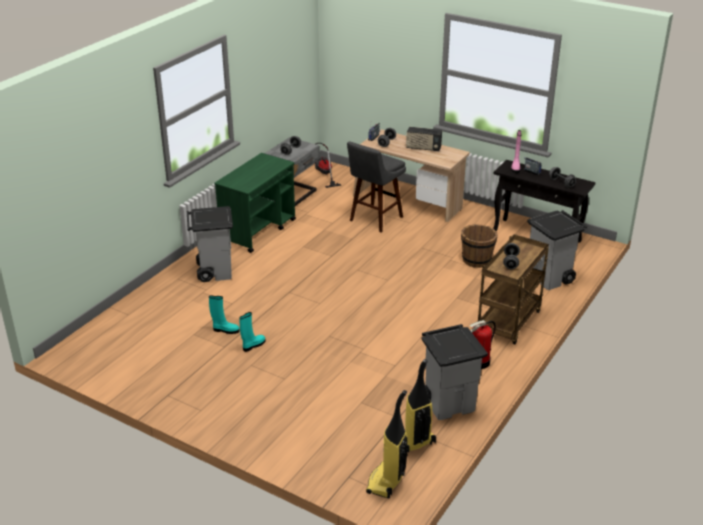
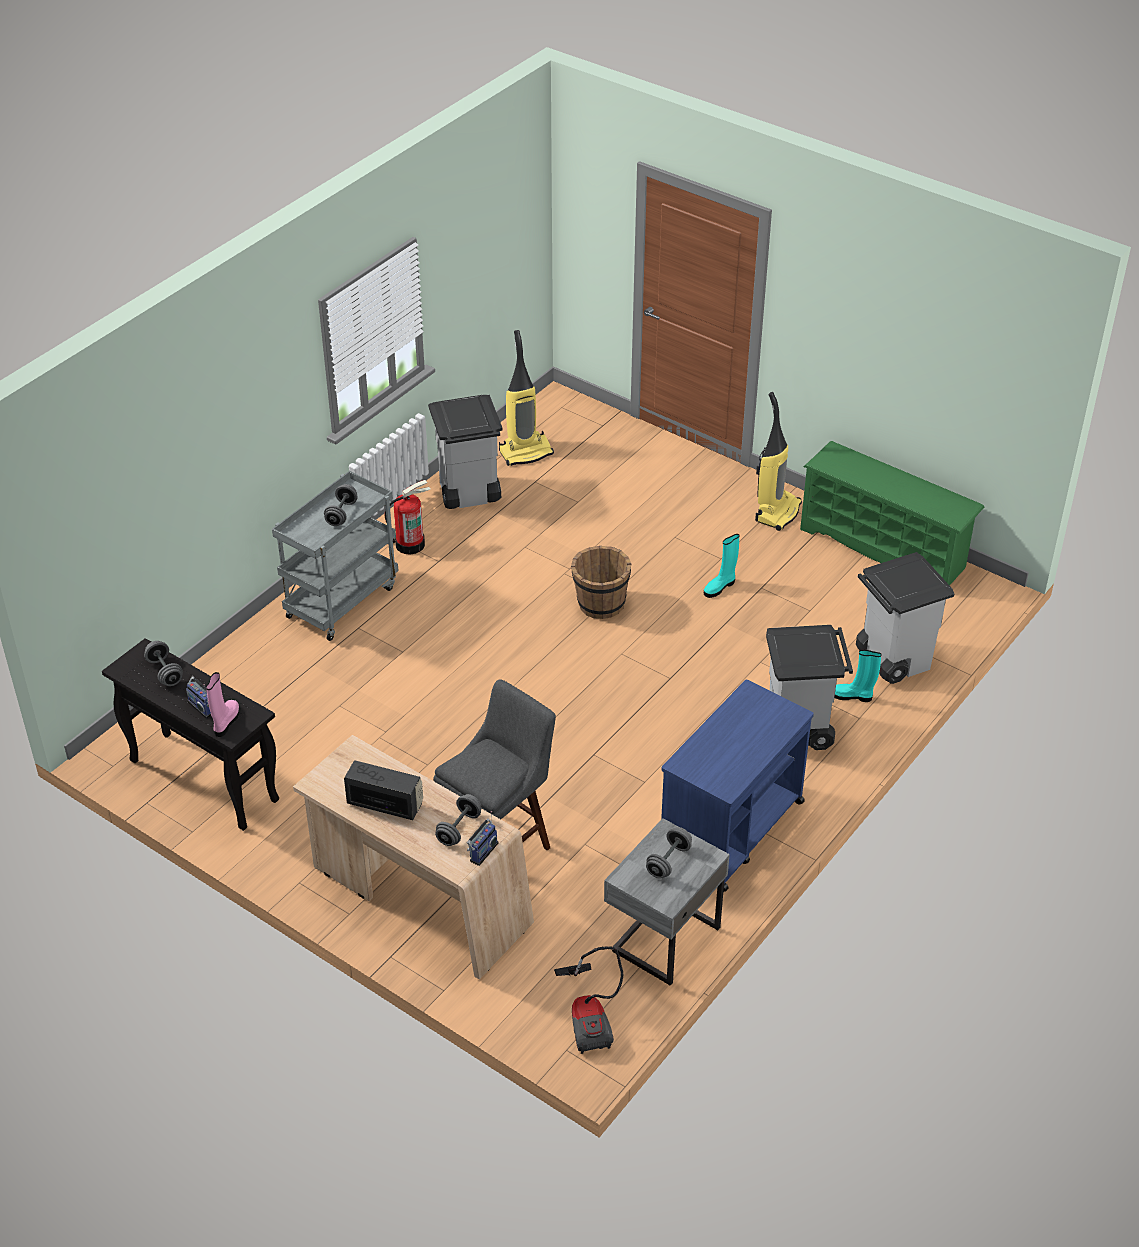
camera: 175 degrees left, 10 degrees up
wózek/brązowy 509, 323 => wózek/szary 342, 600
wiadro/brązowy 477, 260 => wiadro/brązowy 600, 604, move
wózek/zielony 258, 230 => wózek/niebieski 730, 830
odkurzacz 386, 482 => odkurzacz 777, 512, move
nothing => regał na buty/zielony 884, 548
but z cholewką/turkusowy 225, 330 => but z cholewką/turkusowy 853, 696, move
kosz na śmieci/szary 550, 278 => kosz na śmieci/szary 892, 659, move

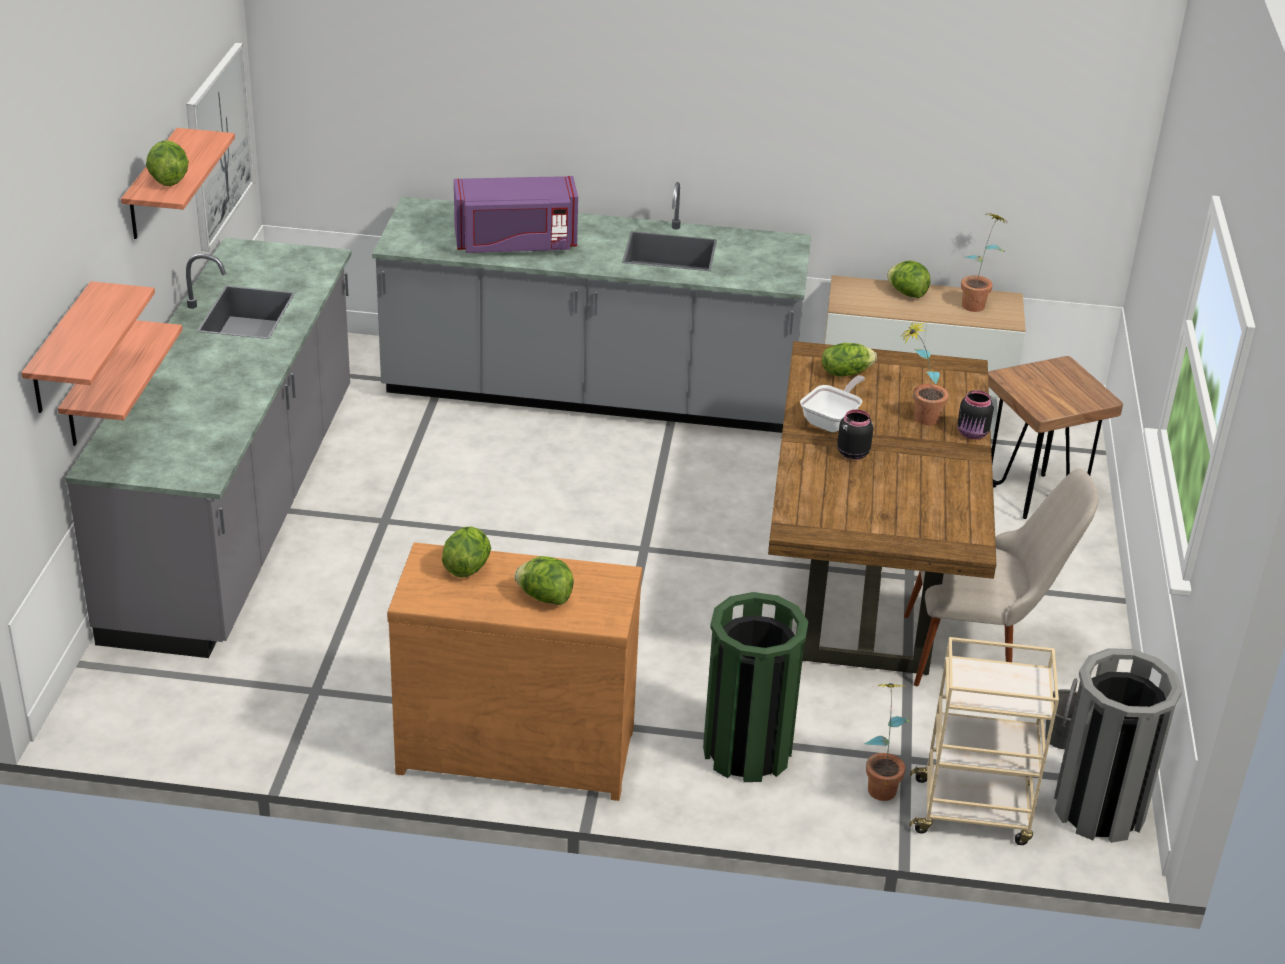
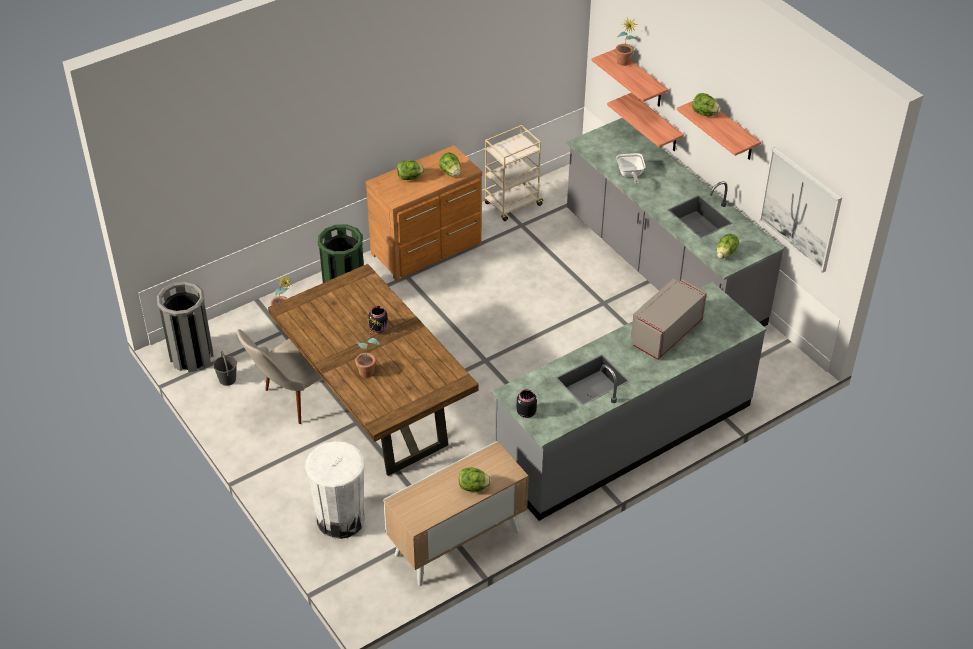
camera: 140 degrees right, 10 degrees up
stołek/brązowy 1033, 496 => kosz na śmieci/biały 340, 519
wózek/beżowy 973, 812 => wózek/beżowy 512, 205, move
słoik/czarny 973, 434 => słoik/czarny 525, 412, move
roślina doniczkowa 977, 303 => roślina doniczkowa 624, 64, move
patelnia 832, 421 => patelnia 630, 174, move
mikrofalówka/fioletowy 515, 243 => mikrofalówka/szary 665, 332
sałata 845, 372 => sałata 726, 253, move

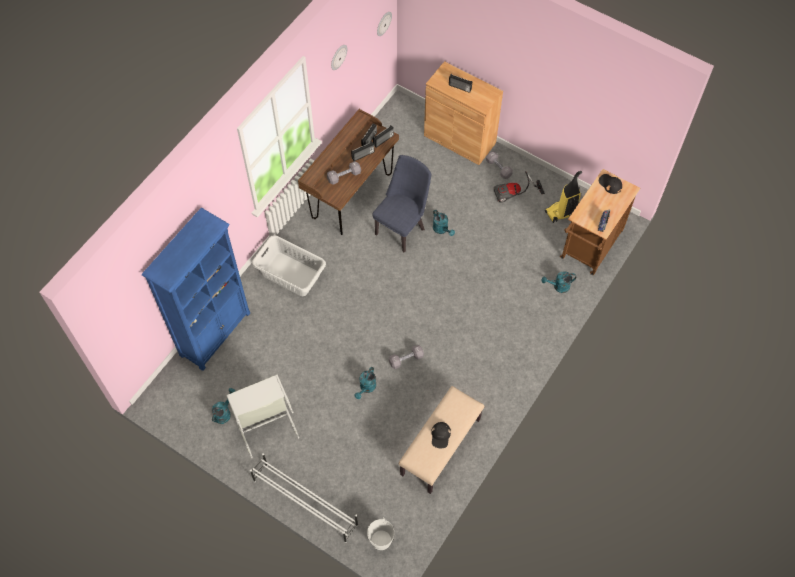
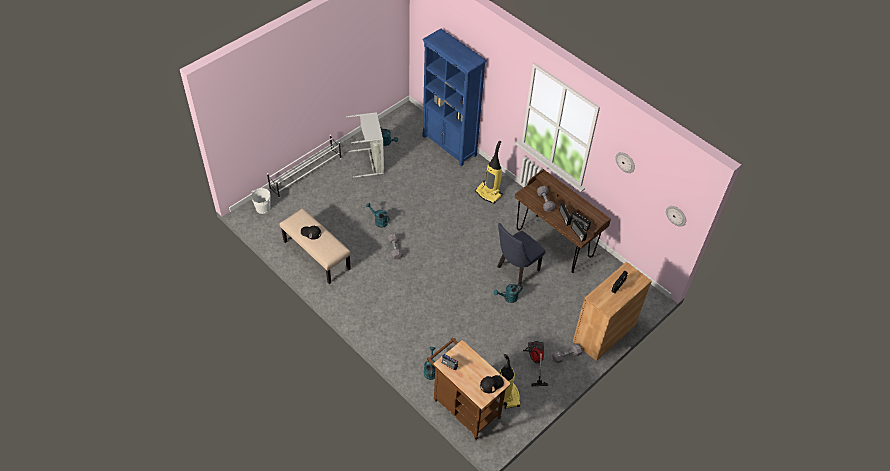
camera: 100 degrees right, 10 degrees down
kosz na pranie/szary 291, 274 => odkurzacz 489, 193
krzesło/niebieski 402, 228 => krzesło/niebieski 516, 270, 90 degrees clockwise

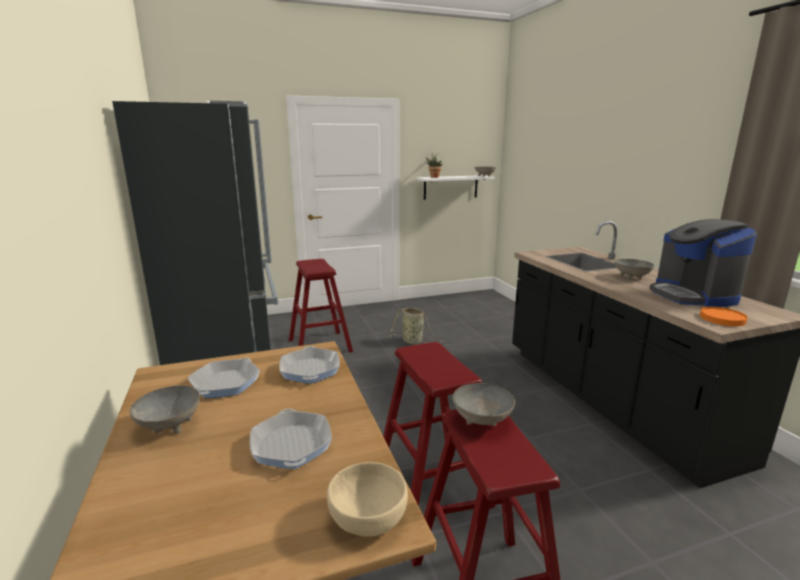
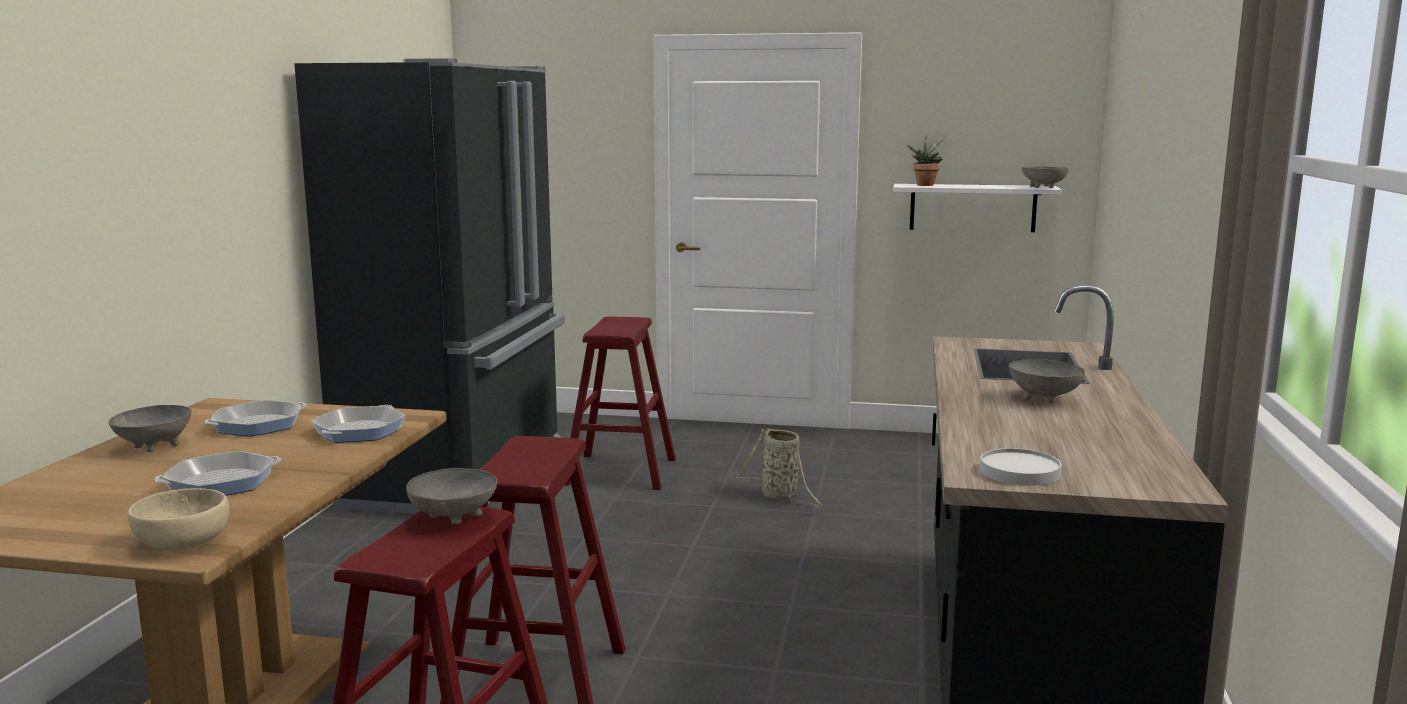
camera: 30 degrees right, 5 degrees down
patelnia 291, 445 => patelnia 221, 483, 135 degrees counterclockwise
talerz/pomarańczowy 722, 319 => talerz/biały 1019, 472
ekspres do kawy 692, 295 => nothing

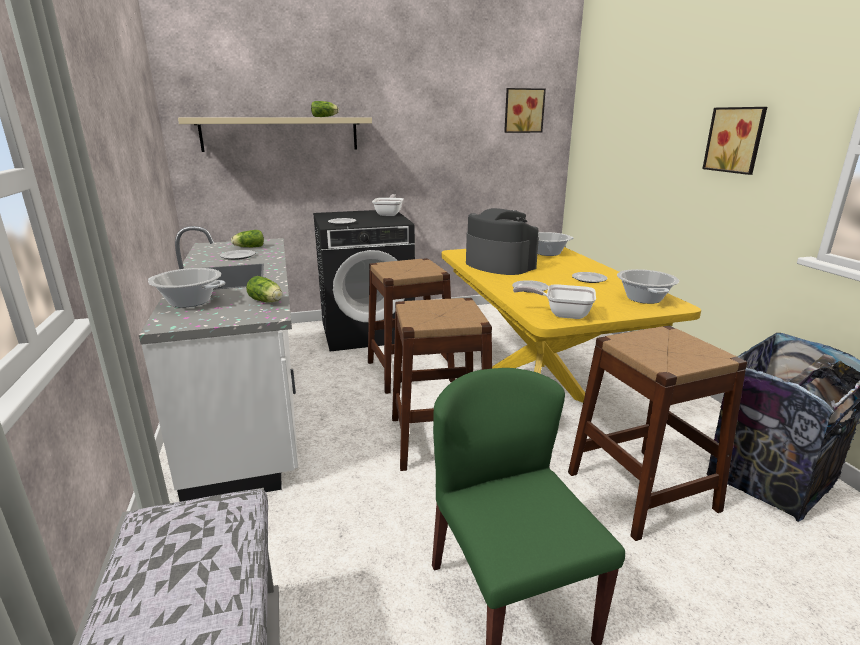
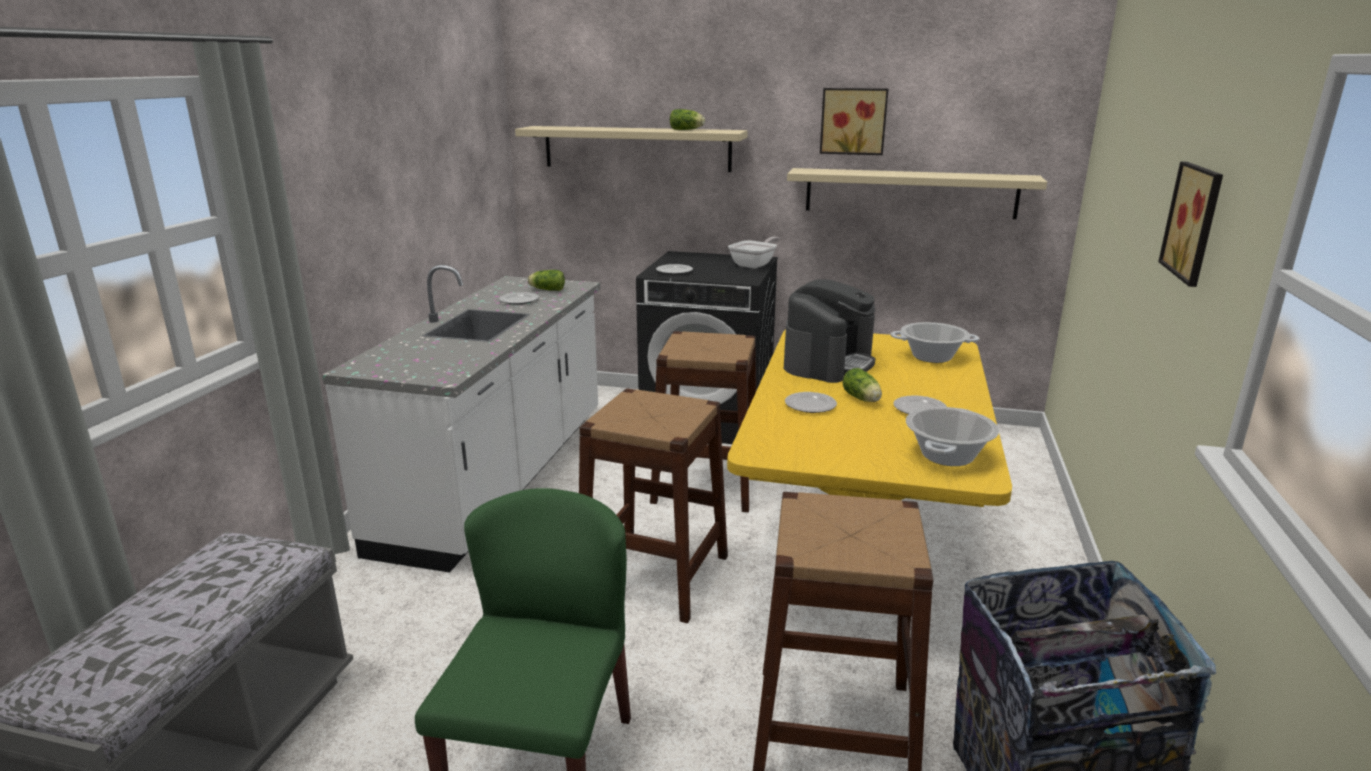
camera: 30 degrees right, 0 degrees up
ekspres do kawy 499, 265 => ekspres do kawy 828, 363, 45 degrees clockwise
nothing => półka/beżowy 910, 193
obraz 523, 110 => obraz 853, 121, move
sałata 267, 301 => sałata 862, 399, move
garnek 189, 302 => nothing
patelnia 562, 314 => nothing

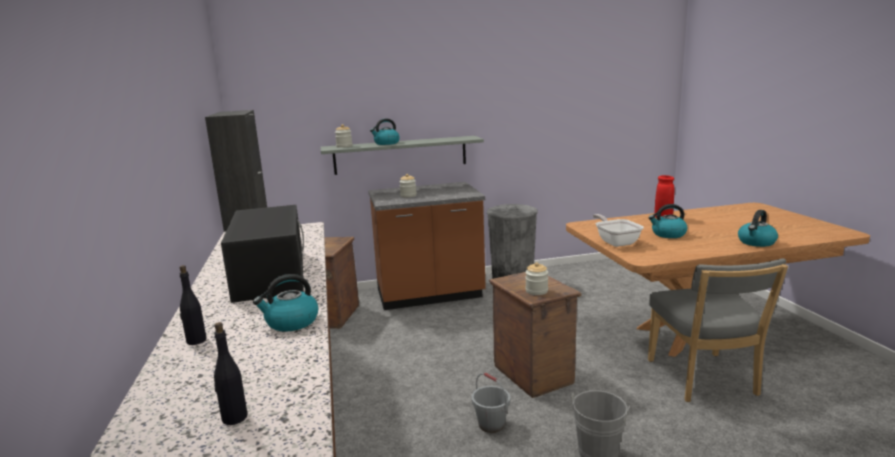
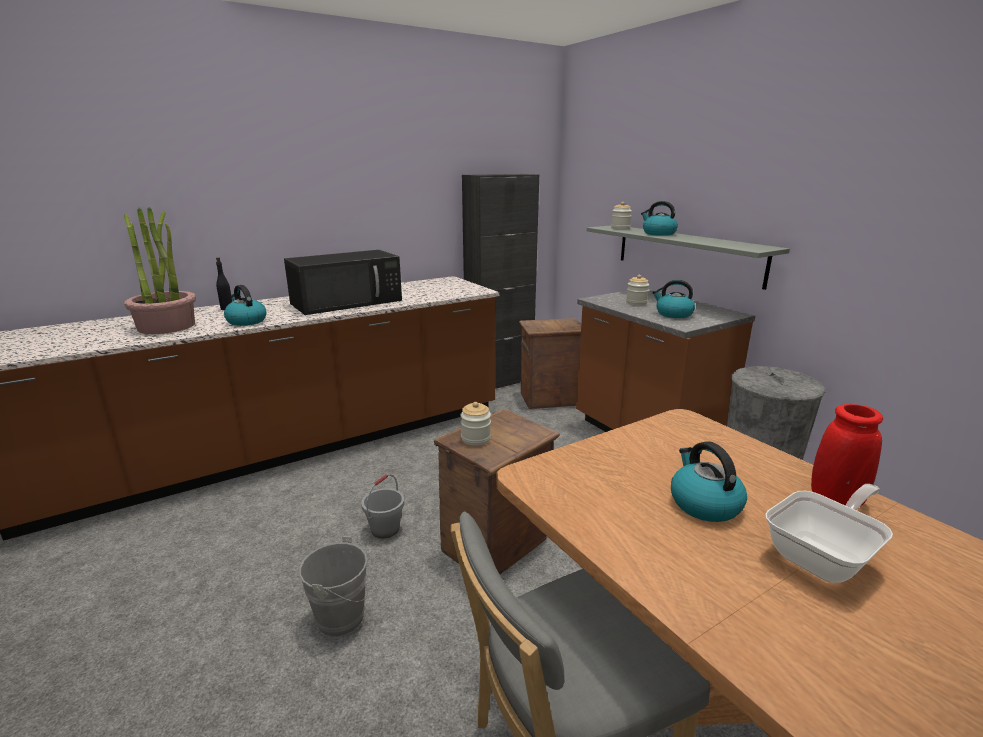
camera: 70 degrees right, 5 degrees up
nothing => roślina doniczkowa 167, 326
czajnik 756, 242 => czajnik 673, 314, move
patelnia 615, 242 => patelnia 824, 557, move
butelka/czarny 234, 418 => nothing

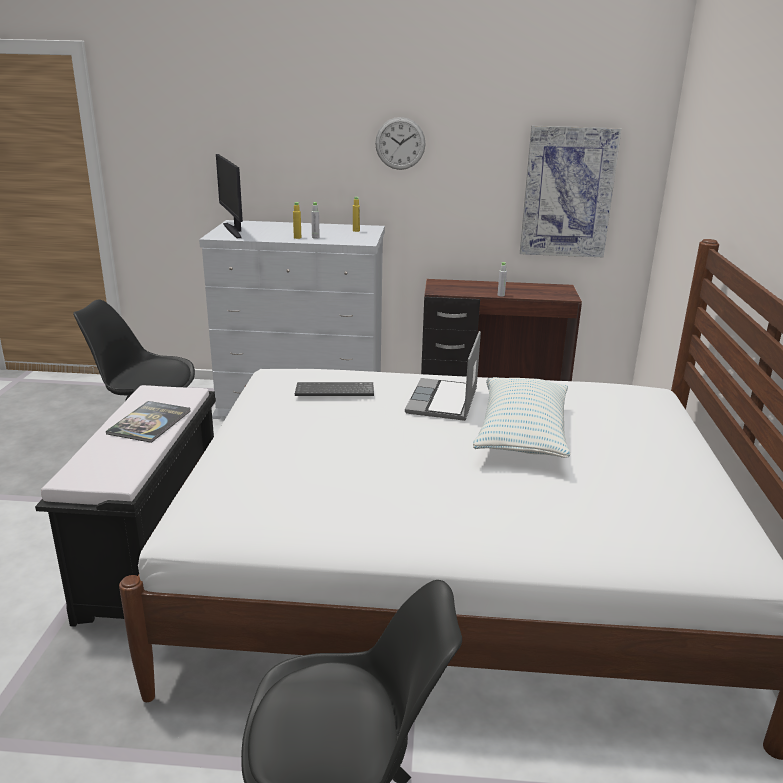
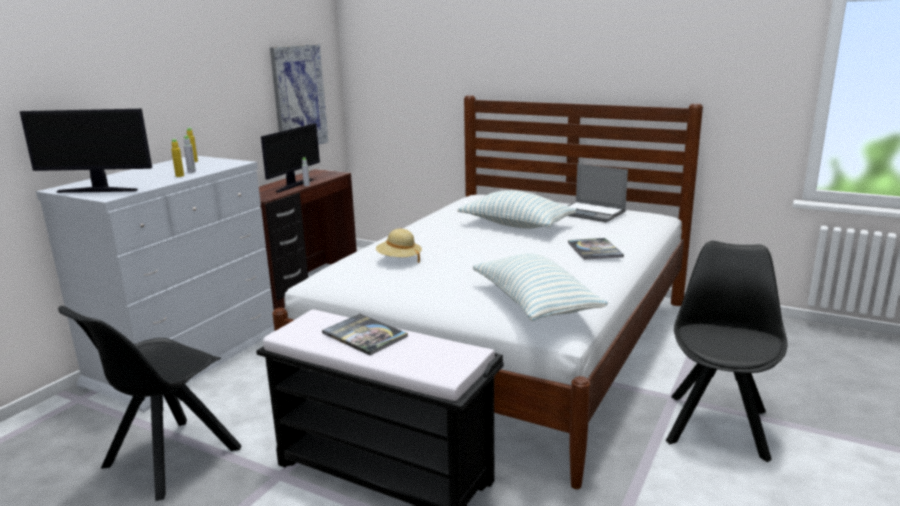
camera: 65 degrees left, 5 degrees down
nothing => monitor 293, 185
klawiatura 333, 392 => kapelusz/beżowy 399, 259
nothing => poduszka 534, 304
laptop 443, 402 => laptop 592, 213, move
nothing => książka 594, 250
zegar ścienny 400, 143 => nothing

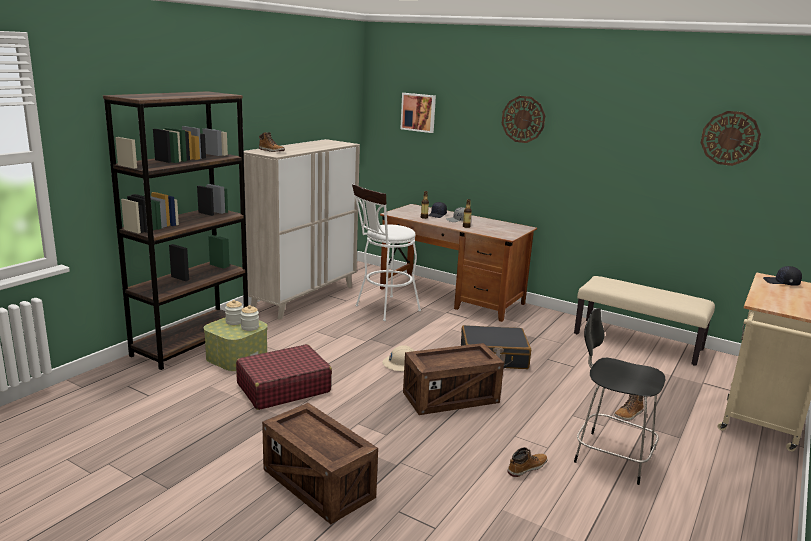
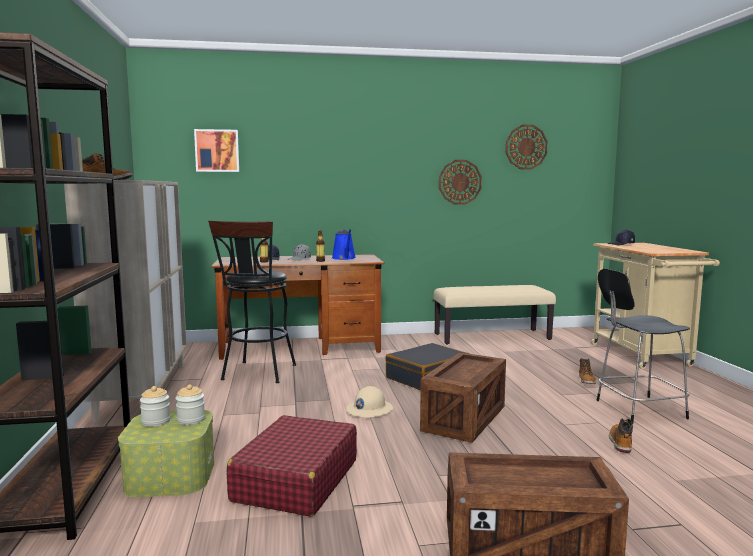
camera: 40 degrees left, 10 degrees down
stołek/biały 383, 309 => stołek/czarny 257, 374
nothing => konewka/niebieski 344, 258
zegar ścienny 523, 119 => zegar ścienny 460, 182, move

